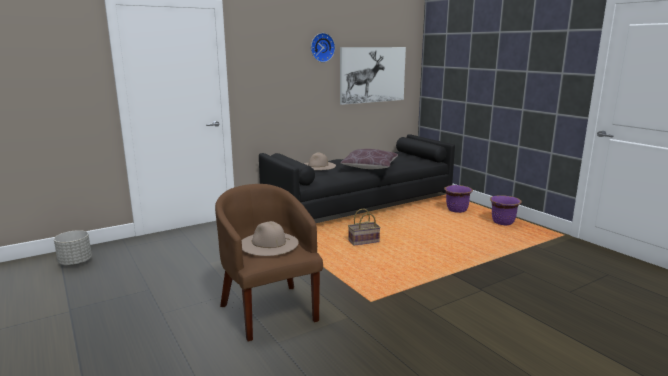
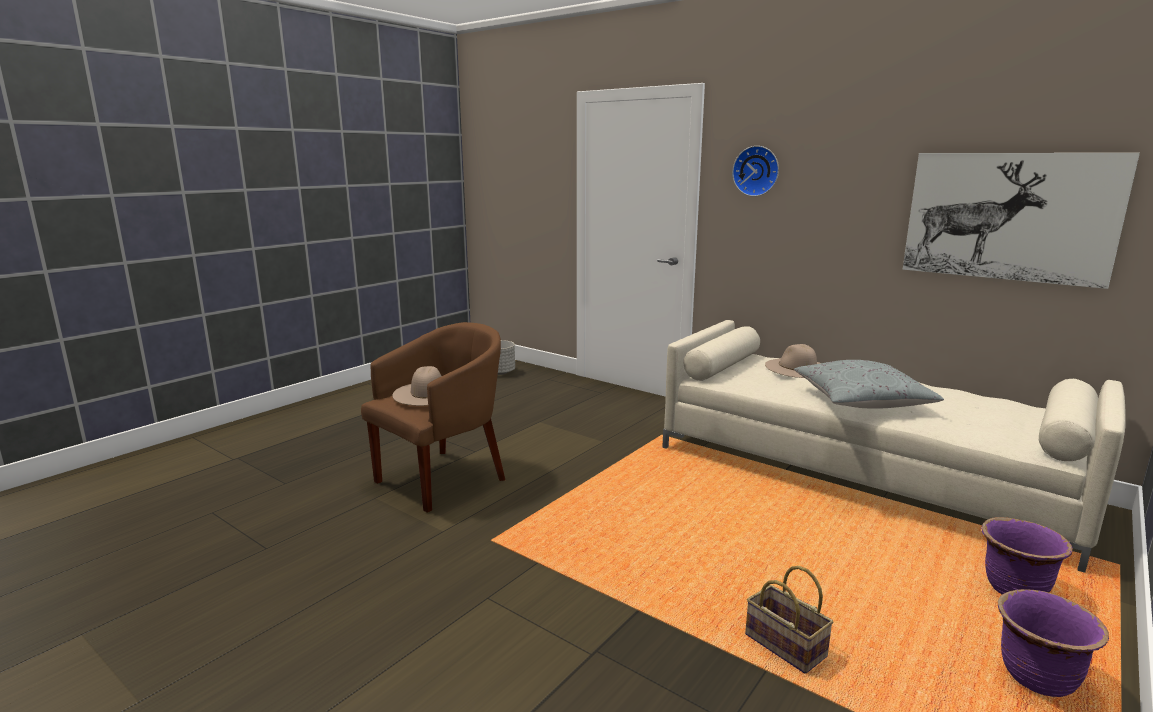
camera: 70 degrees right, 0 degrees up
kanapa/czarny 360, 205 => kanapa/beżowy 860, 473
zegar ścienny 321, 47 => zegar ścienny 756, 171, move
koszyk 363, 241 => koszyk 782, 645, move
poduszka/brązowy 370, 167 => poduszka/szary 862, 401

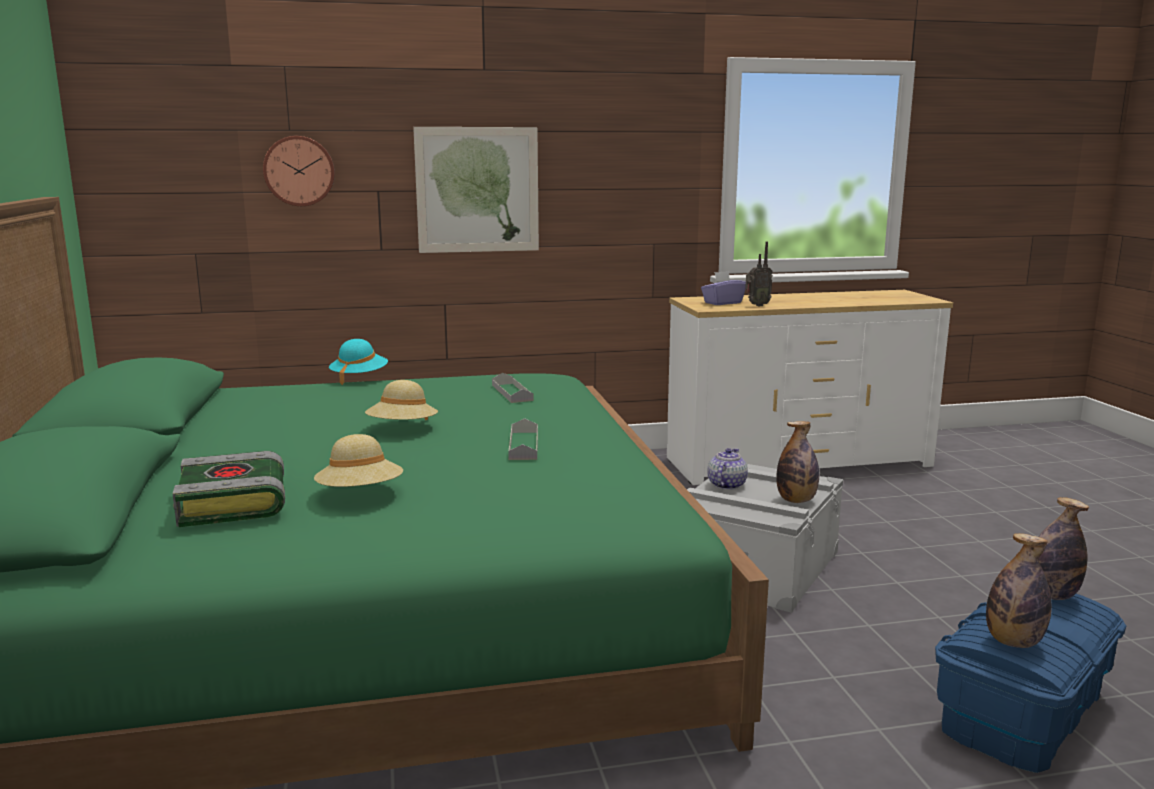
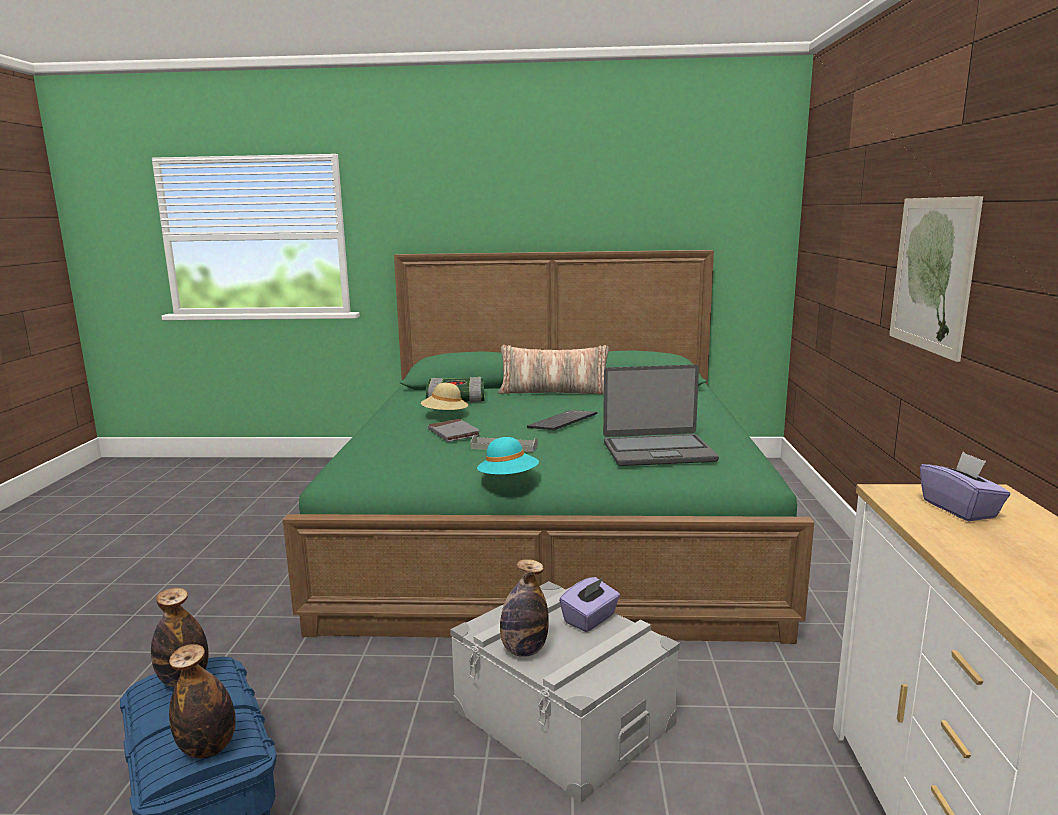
camera: 105 degrees right, 0 degrees up
nothing => książka/szary 453, 433
kapelusz/turkusowy 359, 378 => kapelusz/turkusowy 508, 479, move
nothing => poduszka 554, 392
kapelusz/beżowy 402, 429 => klawiatura 563, 422
imbryk 726, 485 => pudełko chusteczek/fioletowy 590, 619
taca/szary 512, 392 => laptop 658, 451
zegar ścienny 299, 171 => nothing
radio 756, 305 => nothing

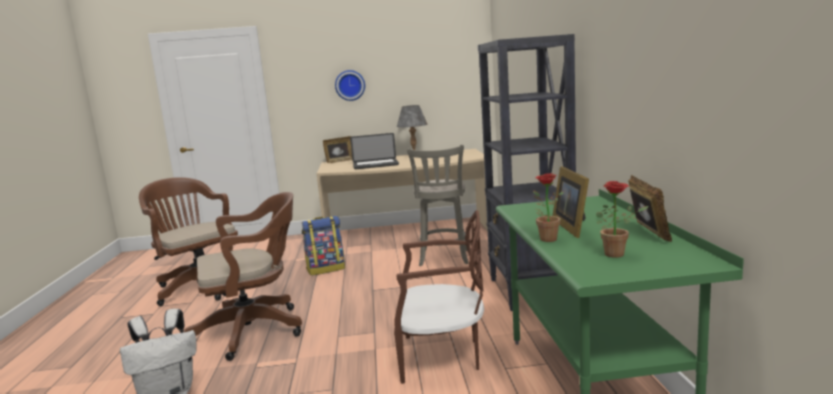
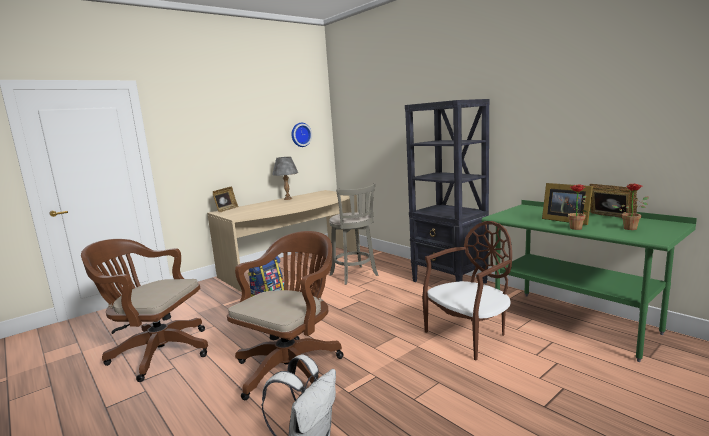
camera: 35 degrees left, 0 degrees up
zegar ścienny 350, 85 => zegar ścienny 300, 134, move
laptop 375, 165 => nothing

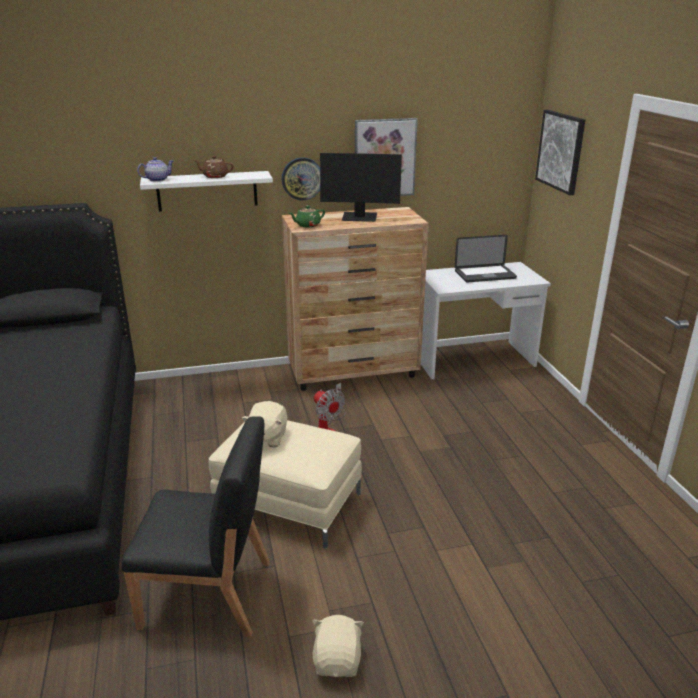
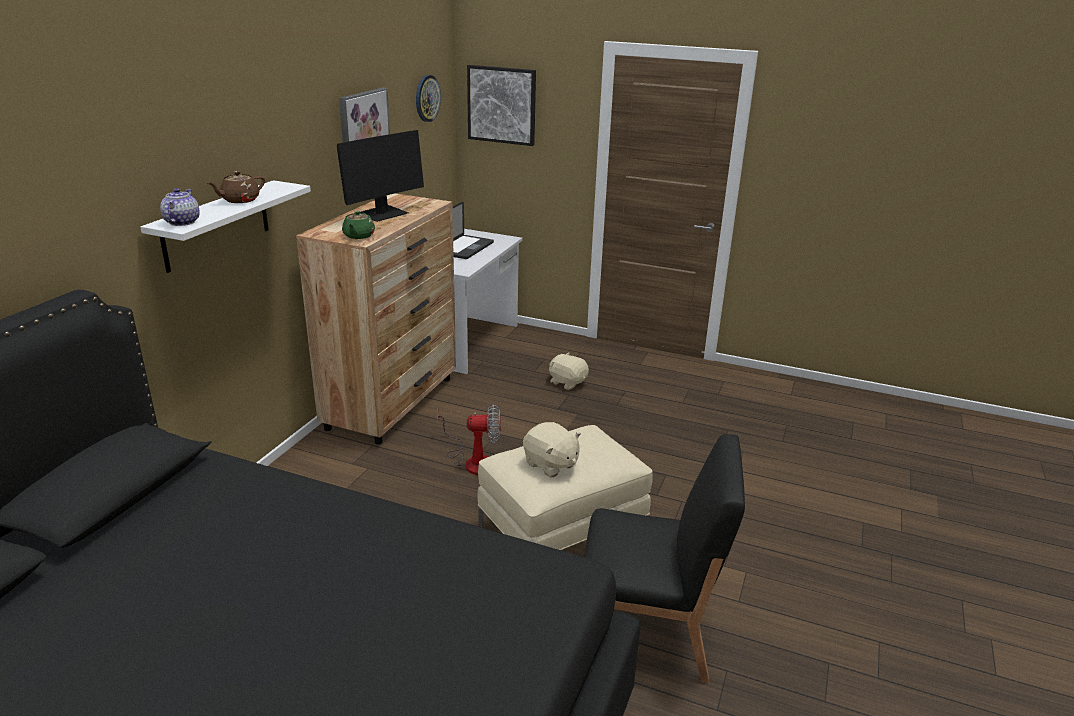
camera: 55 degrees left, 0 degrees up
zegar ścienny 302, 178 => zegar ścienny 427, 98, move
pluszak/beżowy 338, 661 => pluszak/beżowy 567, 382, move
krzesło/czarny 208, 594 => krzesło/czarny 647, 631, 60 degrees clockwise

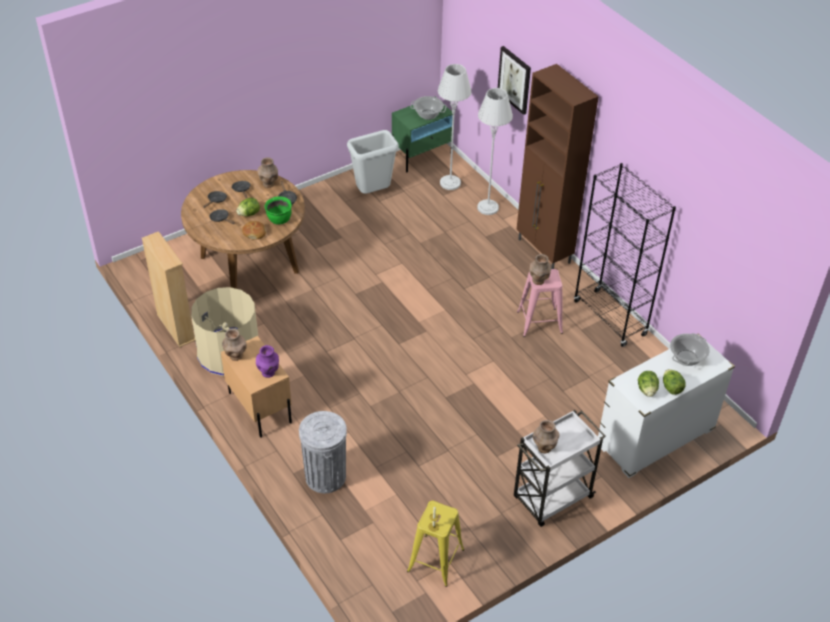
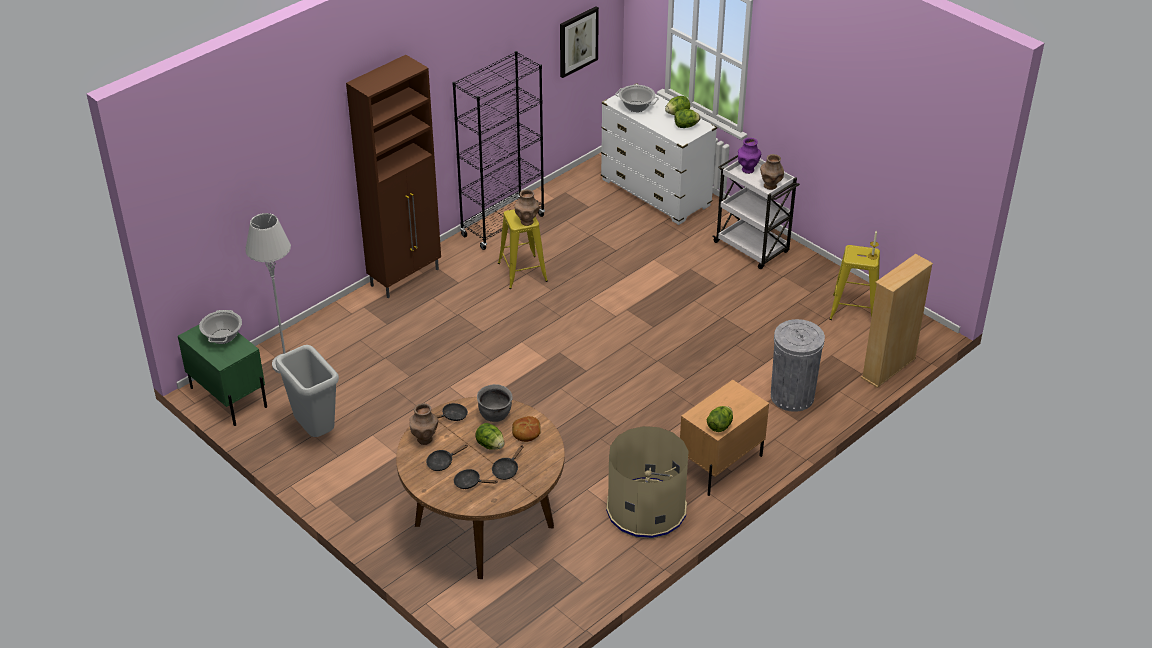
camera: 100 degrees left, 5 degrees down
garnek/zielony 279, 220 => garnek/szary 495, 415
stołek/różowy 539, 322 => stołek/żółty 522, 272
obraz 514, 80 => obraz 578, 41, move
wazon/brązowy 235, 356 => sałata 720, 426
wazon/fioletowy 268, 373 => wazon/fioletowy 748, 169, move
regał/beżowy 176, 327 => regał/beżowy 888, 368, move
lampa stojąca/szary 488, 208 => nothing

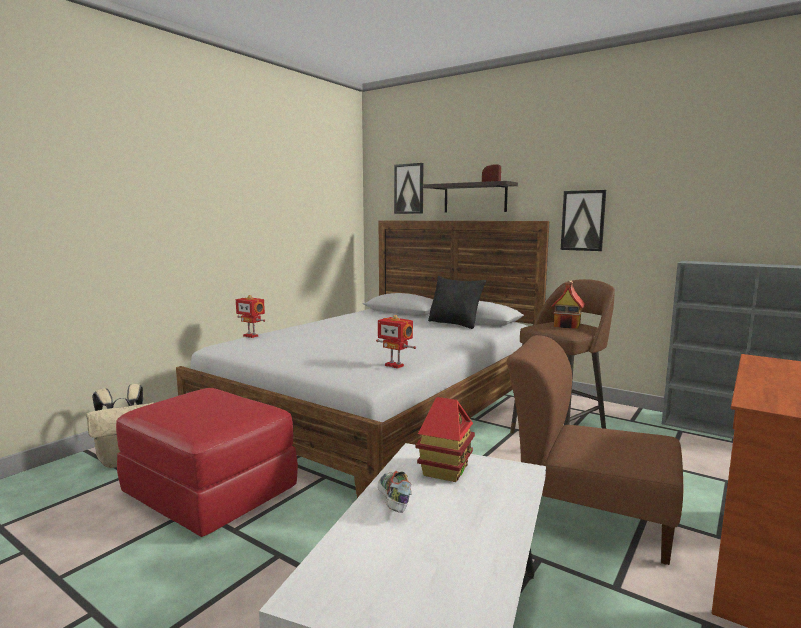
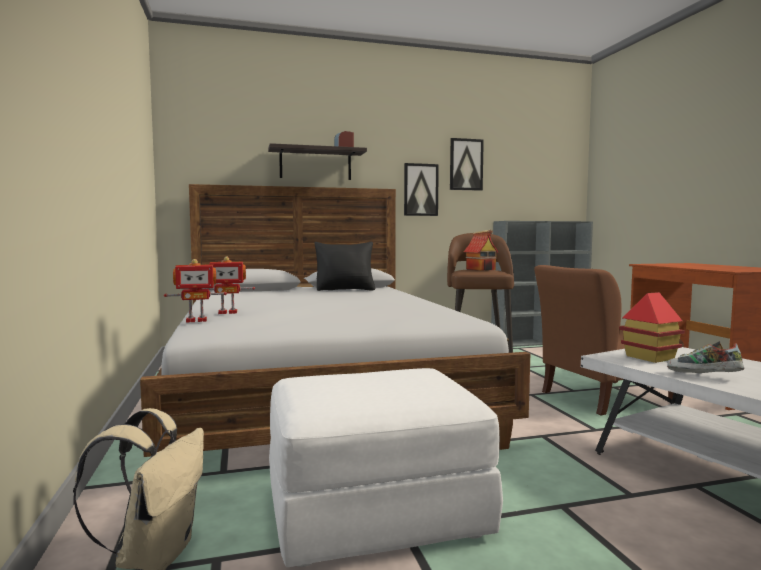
camera: 50 degrees left, 5 degrees down
robot zabawkowy 395, 365 => robot zabawkowy 228, 312, move
pufa/czerwony 212, 492 => pufa/biały 376, 510
obraz 409, 189 => obraz 466, 164, move

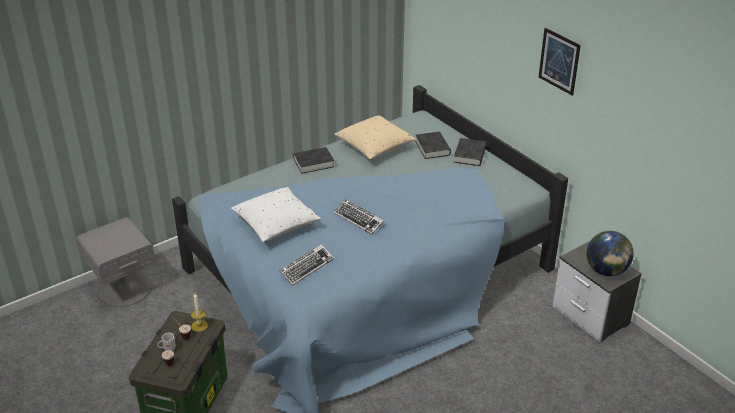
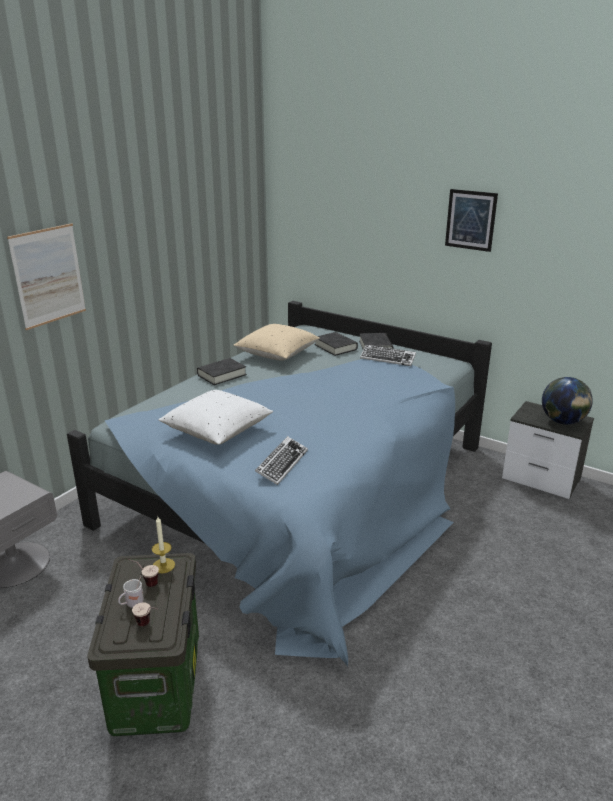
camera: 20 degrees left, 10 degrees down
nothing => obraz 48, 276
klawiatura 358, 219 => klawiatura 387, 358, move

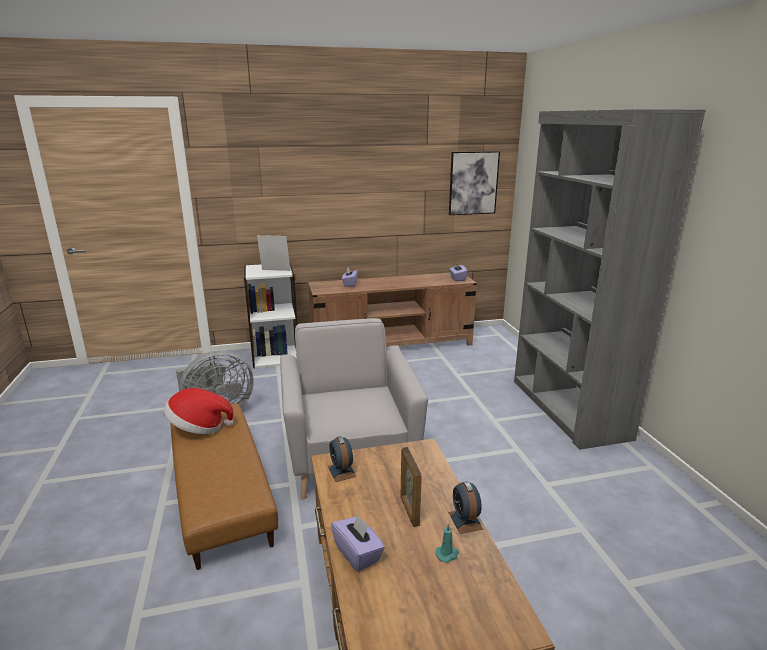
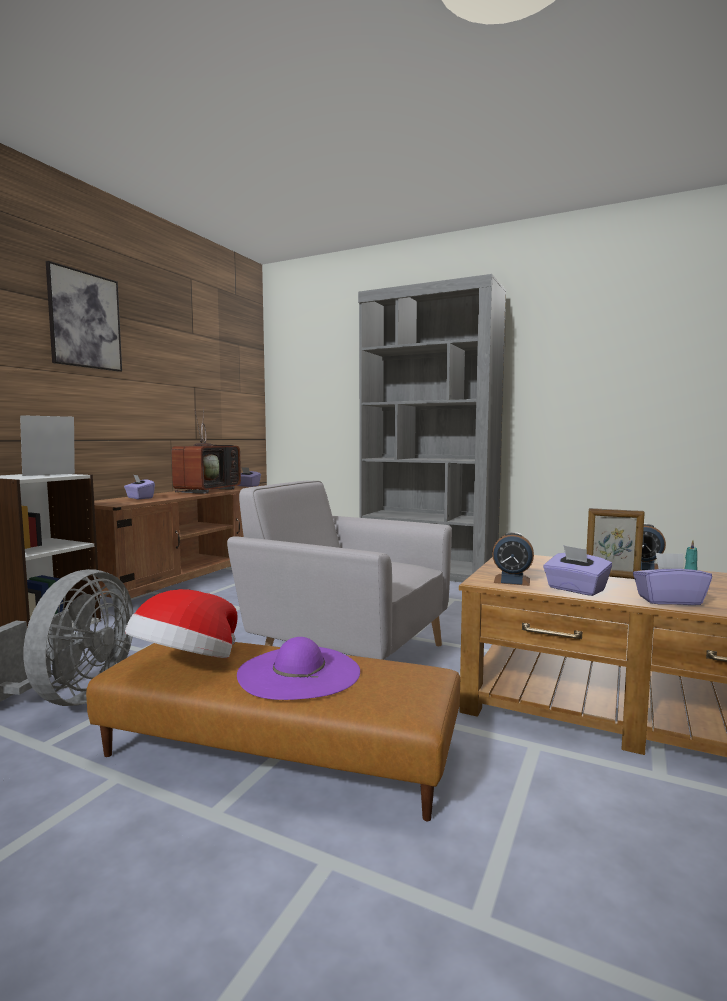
camera: 50 degrees left, 15 degrees down
obraz 473, 183 => obraz 85, 320, move
nothing => telewizor 207, 490
nothing => kapelusz/fioletowy 298, 672
nothing => pudełko chusteczek/fioletowy 575, 589

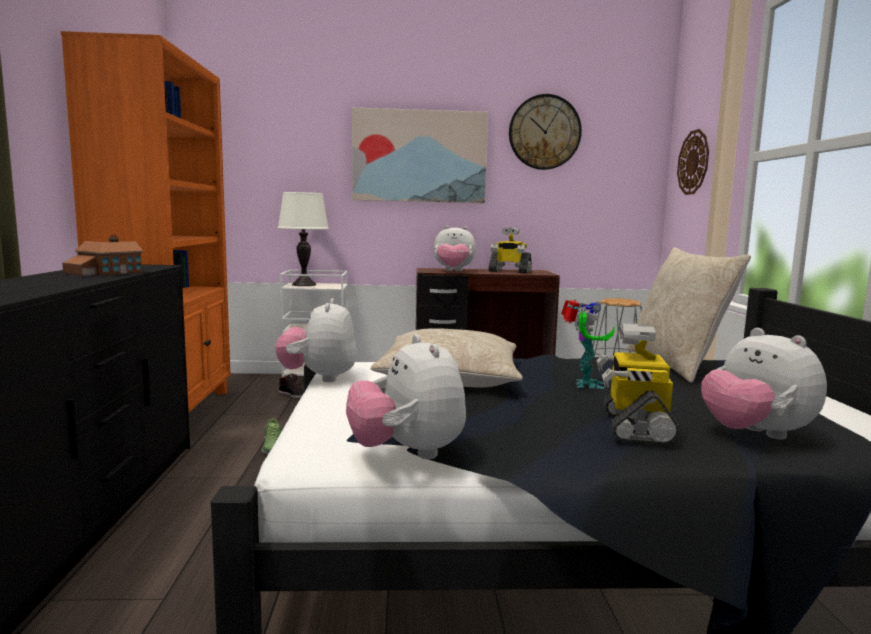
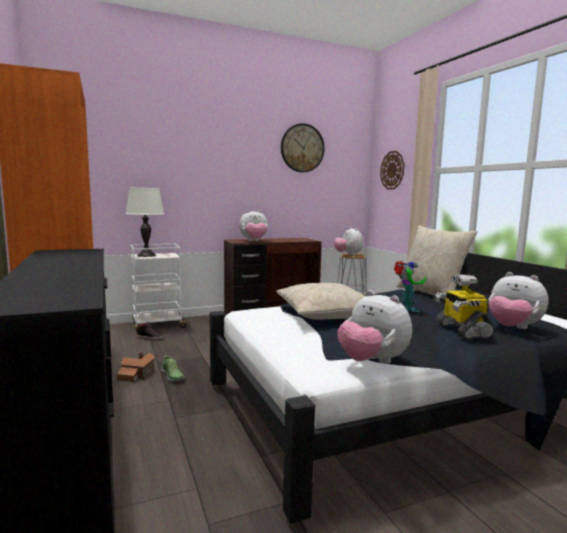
camera: 20 degrees left, 0 degrees up
domek 103, 273 => domek 136, 374, move
pluszak 319, 378 => pluszak 348, 255, move
obraz 419, 156 => nothing
robot zabawkowy 509, 271 => nothing

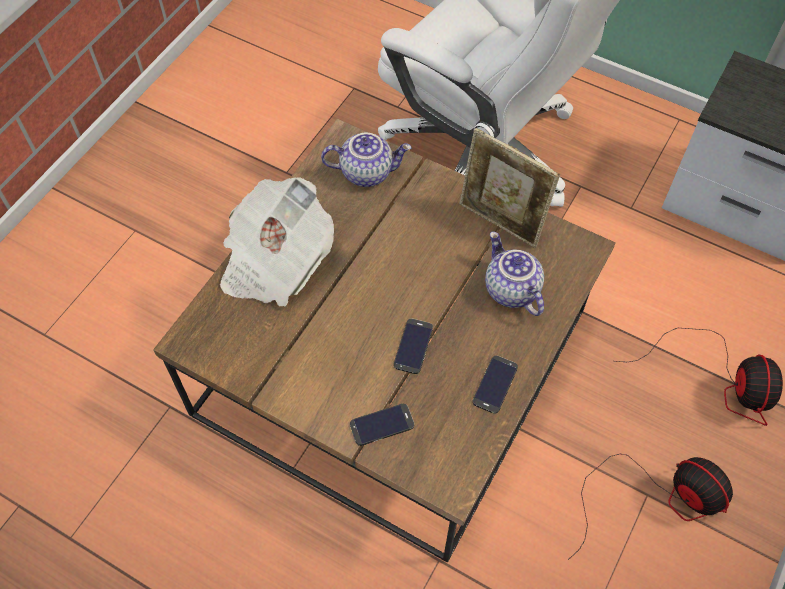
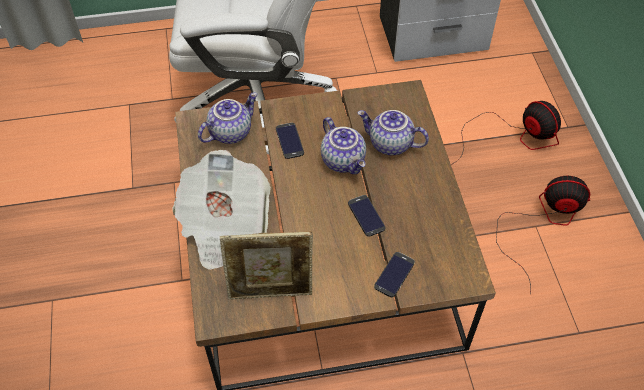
camera: 40 degrees left, 5 degrees down
ramka na zdjęcie 500, 222 => ramka na zdjęcie 271, 292, move
telefon 495, 384 => telefon 289, 141, move
nothing => imbryk 344, 160

